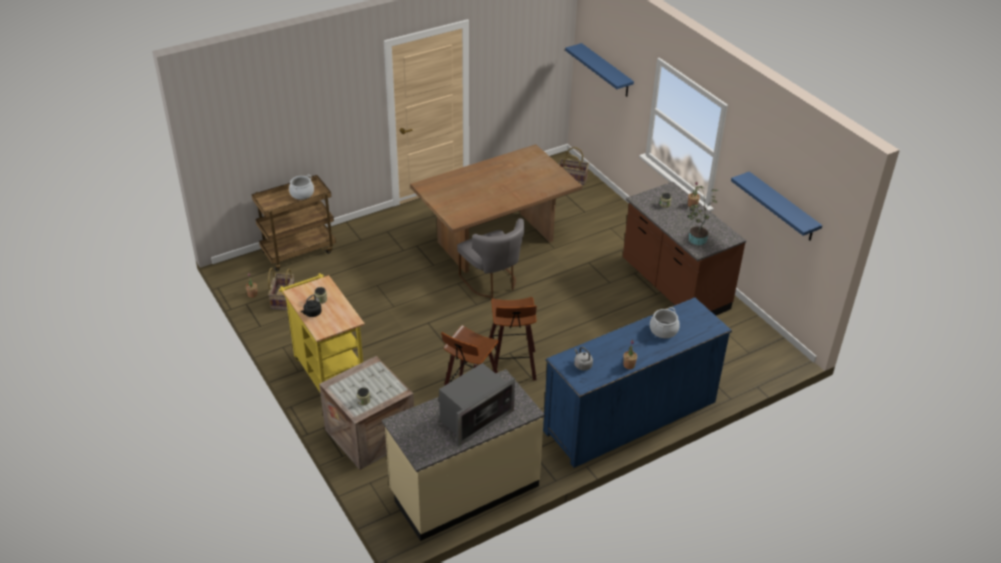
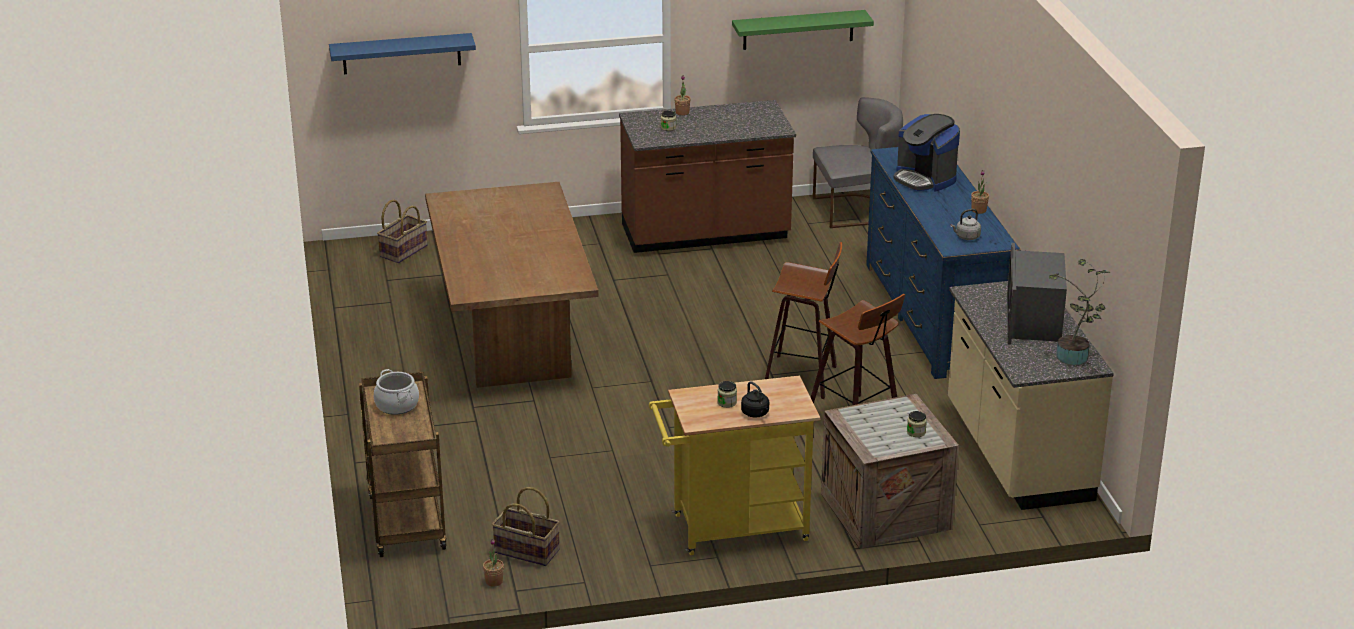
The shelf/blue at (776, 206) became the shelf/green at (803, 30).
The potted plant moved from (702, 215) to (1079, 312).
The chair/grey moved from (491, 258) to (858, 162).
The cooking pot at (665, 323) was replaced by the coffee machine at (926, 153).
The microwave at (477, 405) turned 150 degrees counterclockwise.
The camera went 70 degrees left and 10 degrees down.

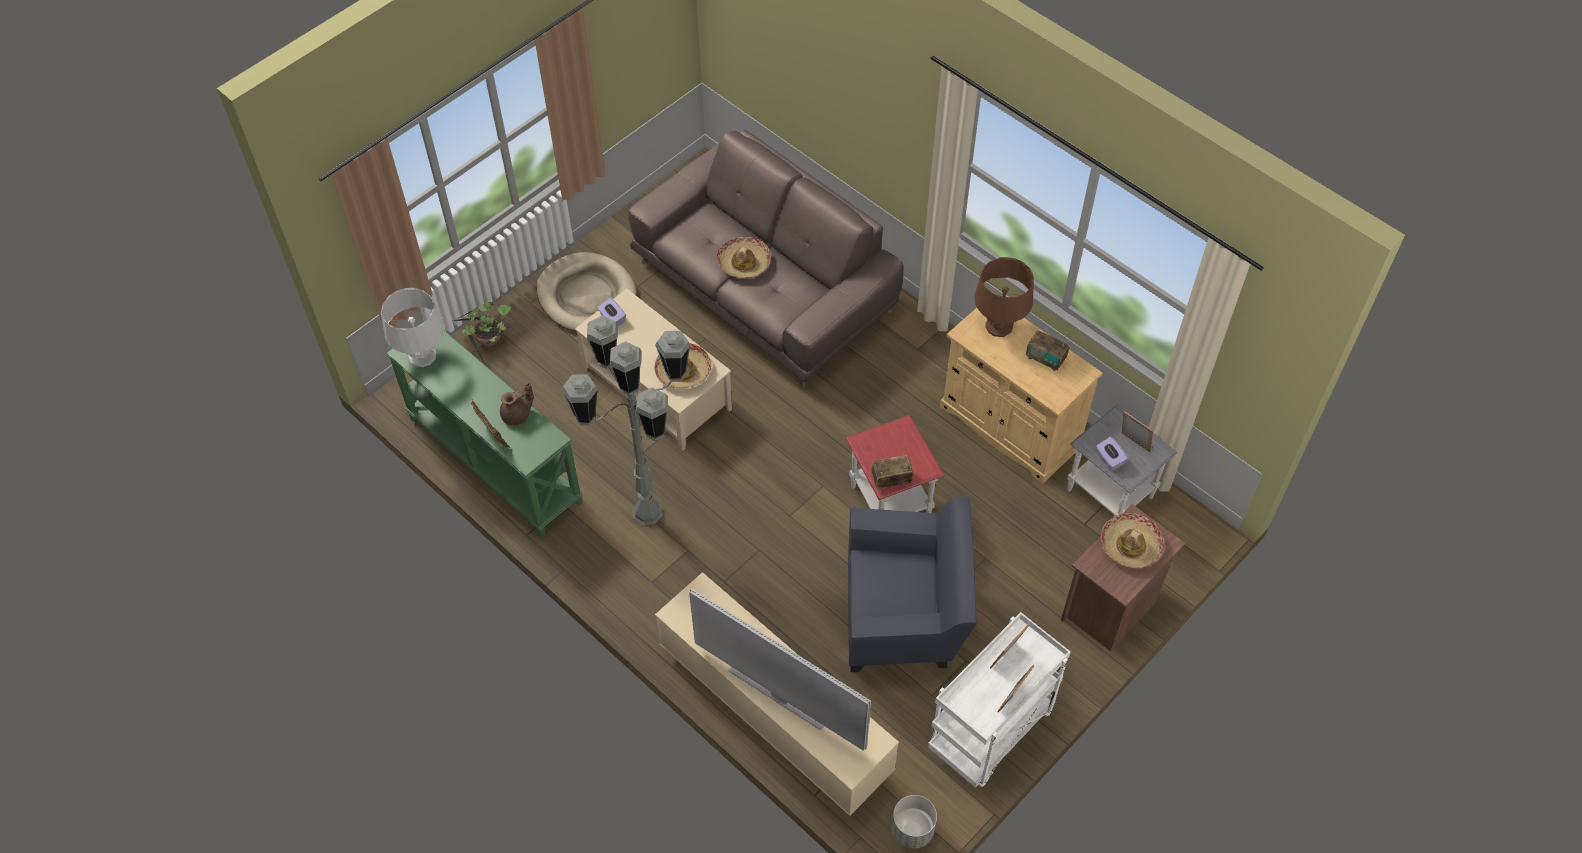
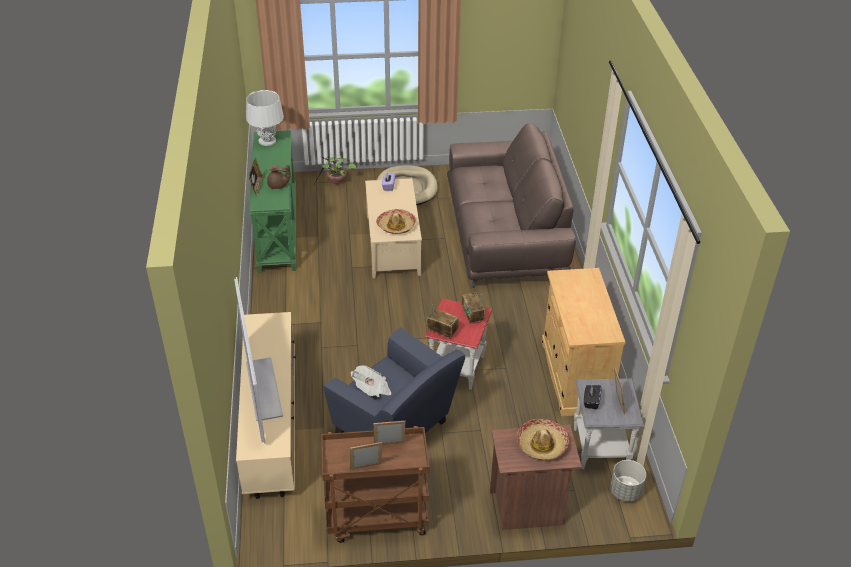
The hat at (744, 258) disappeared.
The table lamp/brown at (1004, 297) disappeared.
The floor lamp/grey at (626, 420) disappeared.
The radio moved from (1047, 350) to (473, 308).
The tissue box/purple at (1111, 453) became the tissue box/black at (592, 397).
The cart/white at (999, 699) became the cart/brown at (375, 484).
The planter/grey moved from (914, 822) to (628, 481).
The newspaper at (371, 381) appeared.
The camera went 40 degrees right and 15 degrees down.

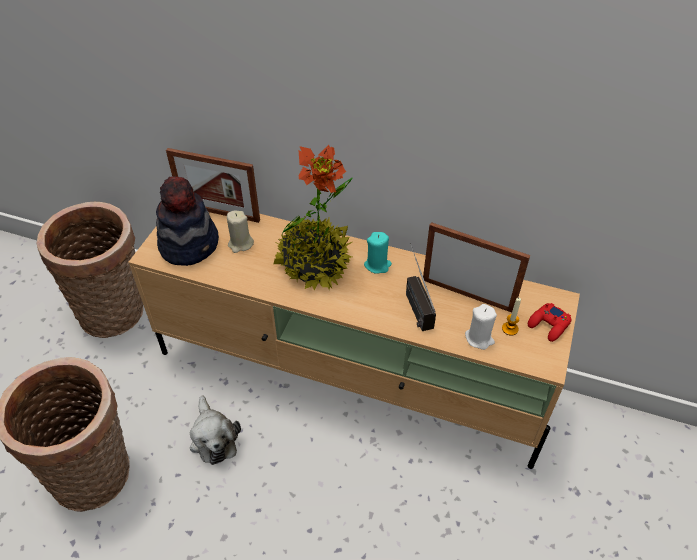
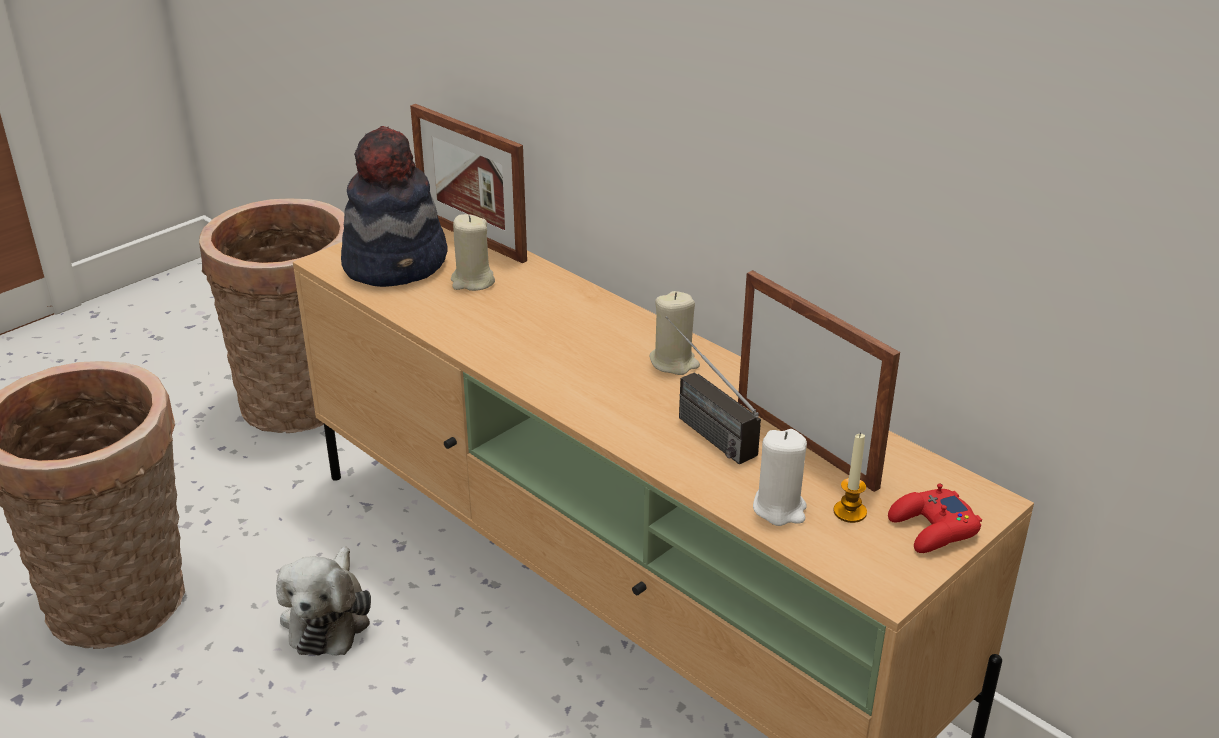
The potted plant at (313, 217) disappeared.
The candle/turquoise at (378, 253) became the candle/beige at (675, 333).
The radio at (421, 287) turned 45 degrees counterclockwise.
The camera went 25 degrees right and 15 degrees down.

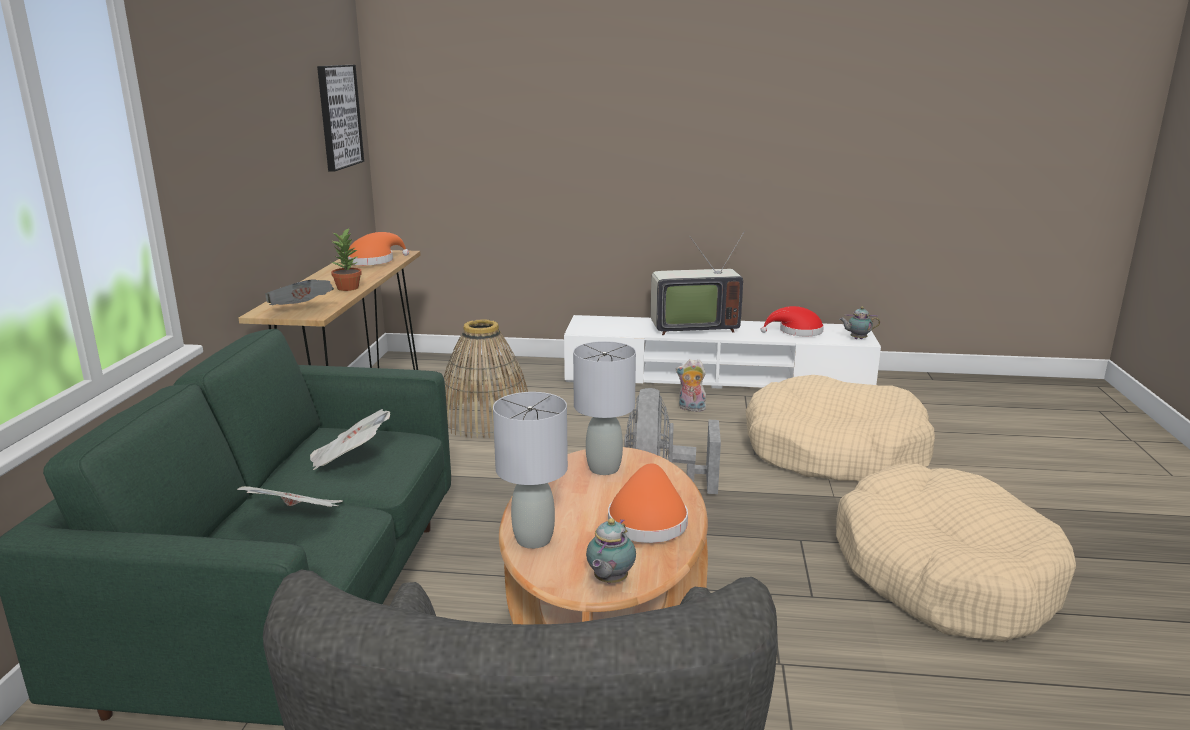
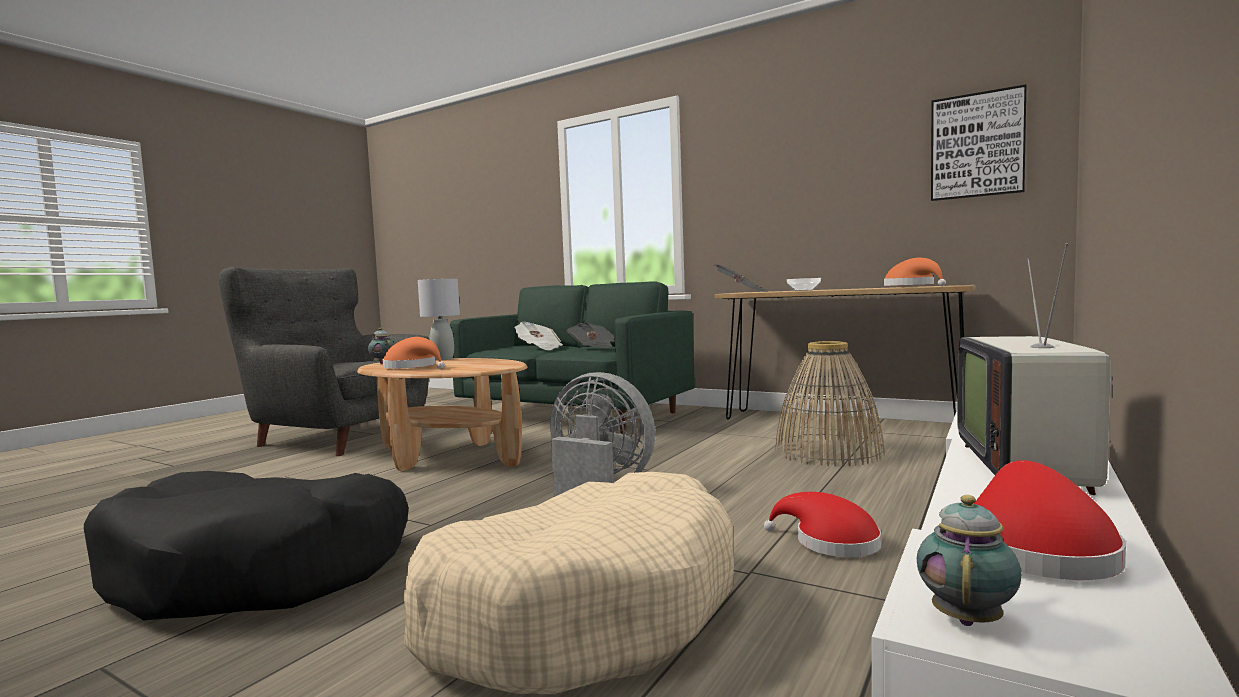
The potted plant at (346, 259) was replaced by the bowl at (804, 284).
The table lamp/grey at (604, 408) disappeared.
The plush toy at (691, 385) was replaced by the hat/red at (823, 524).
The dog bed/beige at (956, 553) became the dog bed/black at (246, 546).
The camera went 115 degrees right and 15 degrees down.

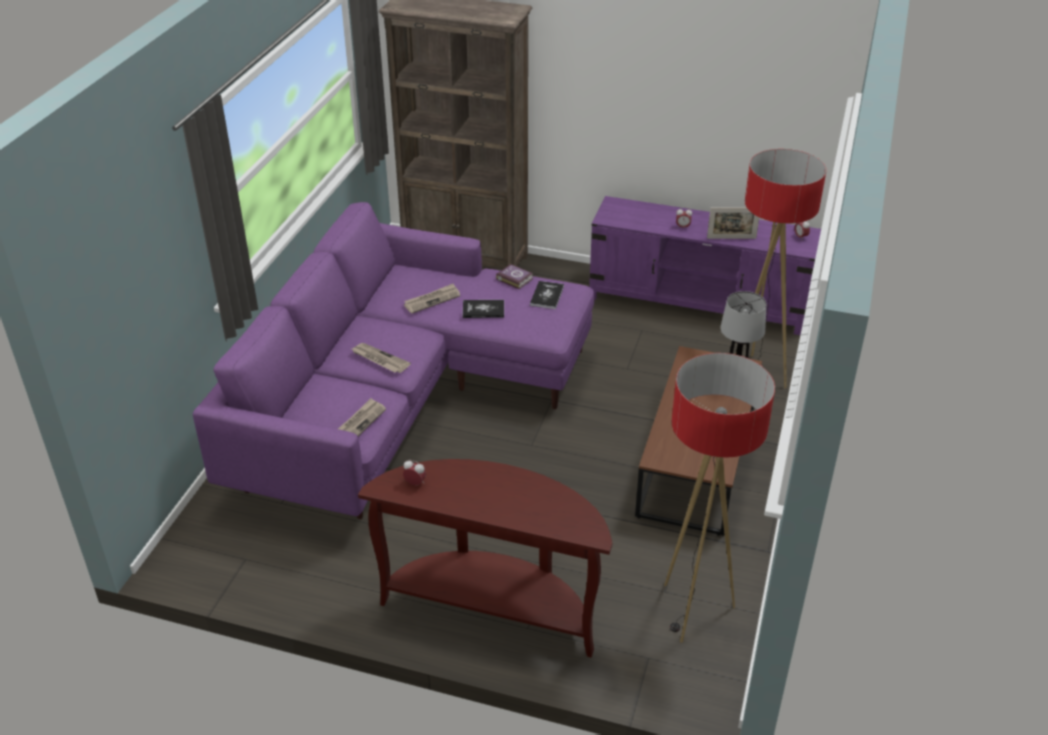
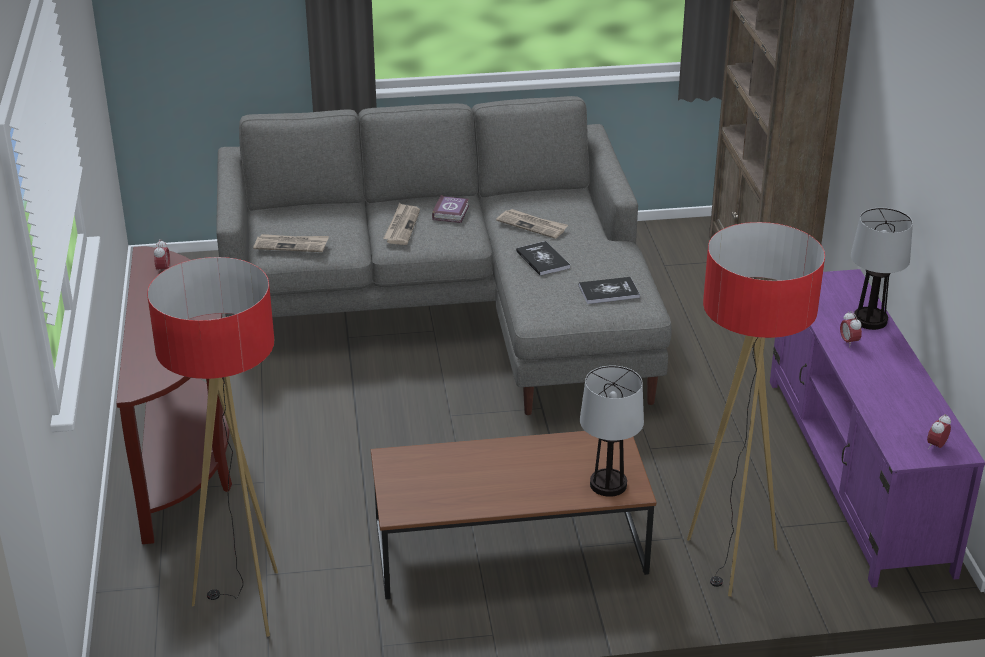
The sofa/purple at (394, 360) became the sofa/grey at (444, 255).
The picture frame at (733, 223) disappeared.
The book moved from (514, 276) to (450, 209).
The table lamp at (882, 269) appeared.
The camera went 65 degrees right and 5 degrees down.

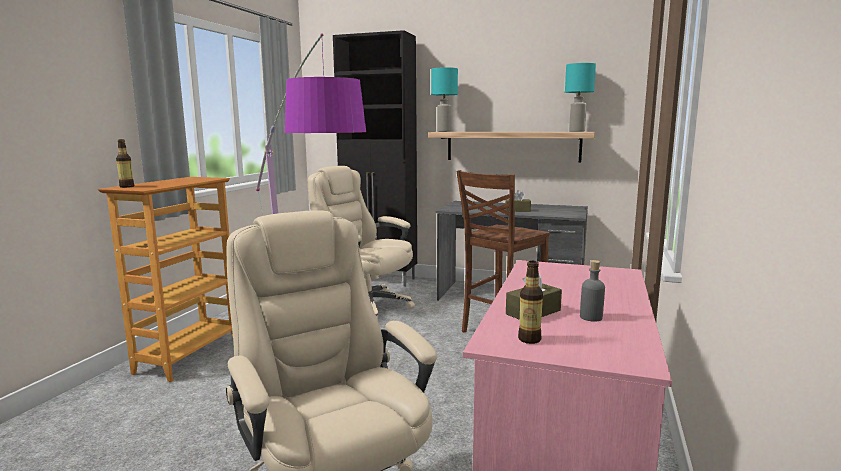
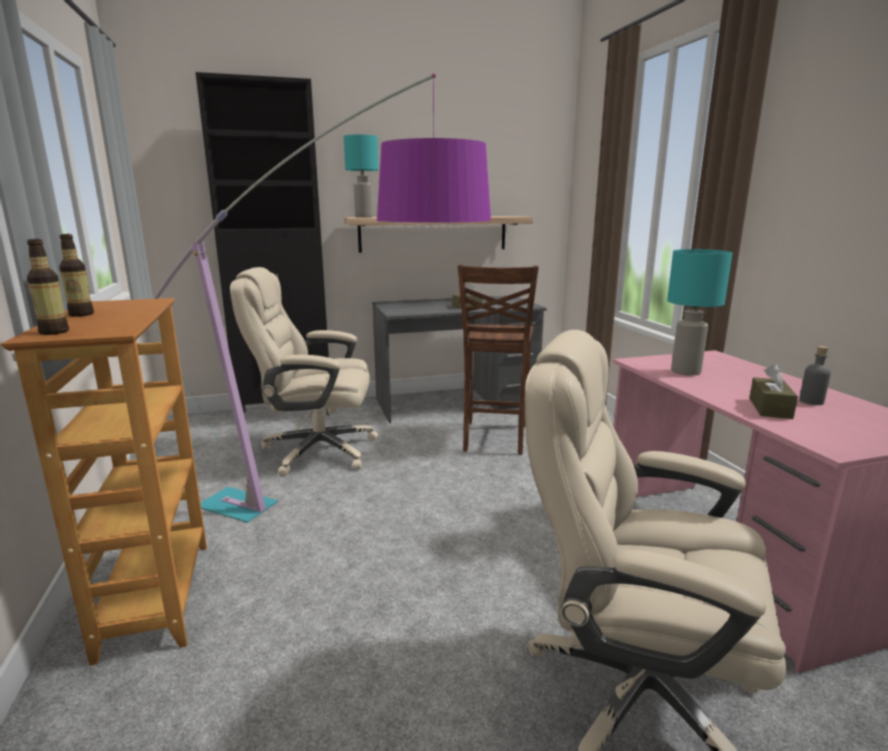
The table lamp/turquoise moved from (580, 97) to (699, 312).
The bottle moved from (530, 302) to (76, 275).
The camera went 35 degrees left and 5 degrees up.

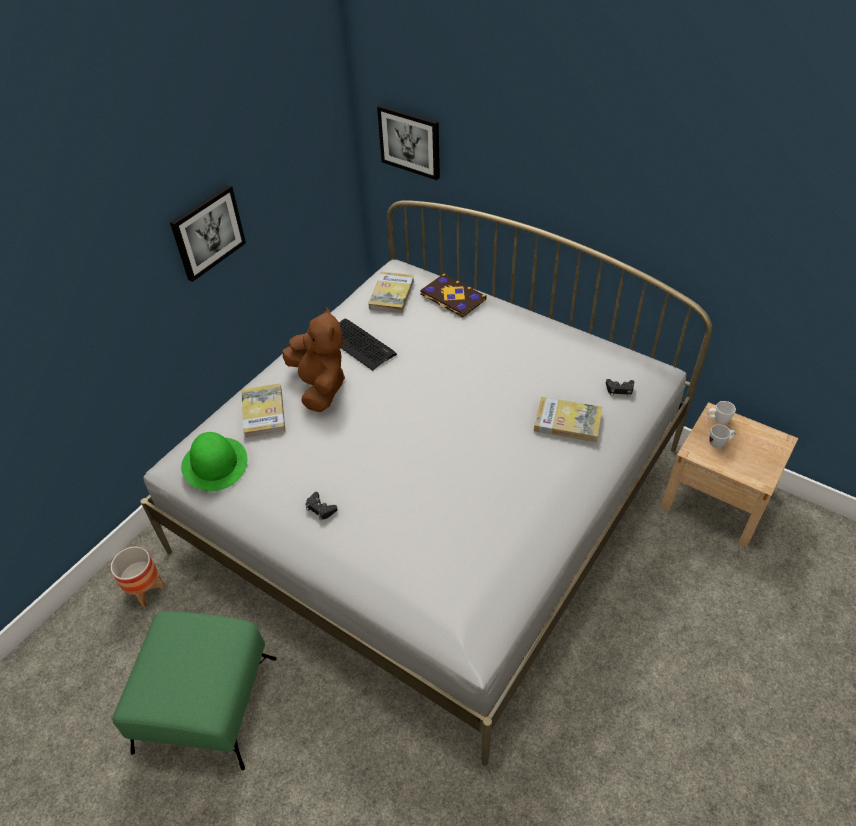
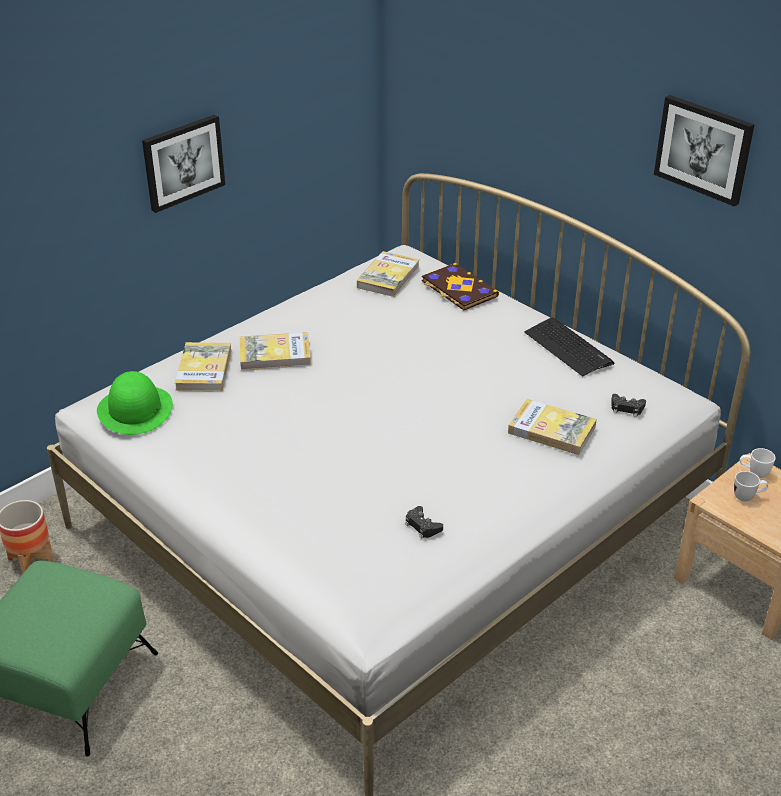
The picture moved from (408, 142) to (704, 151).
The plush toy/brown at (314, 359) was replaced by the book at (275, 351).
The keyboard moved from (368, 345) to (569, 347).
The game controller/black moved from (321, 506) to (424, 522).
The camera went 10 degrees right and 10 degrees down.

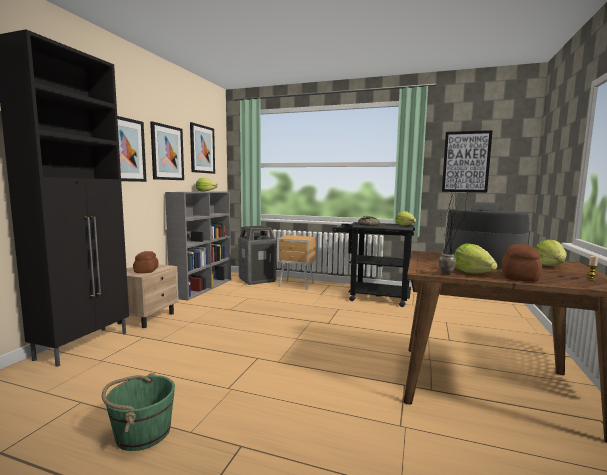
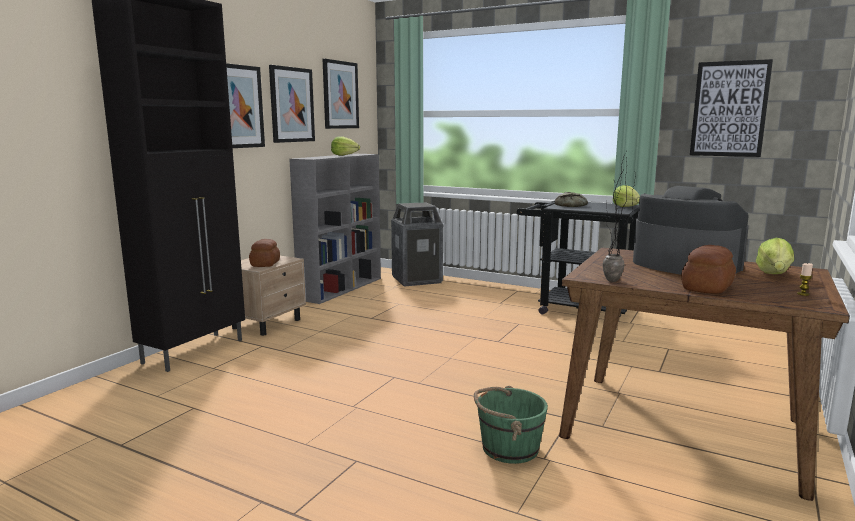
The nightstand/brown at (296, 262) disappeared.
The lettuce at (476, 258) disappeared.
The bucket/green moved from (138, 412) to (511, 425).
The camera went 10 degrees right and 5 degrees up.

